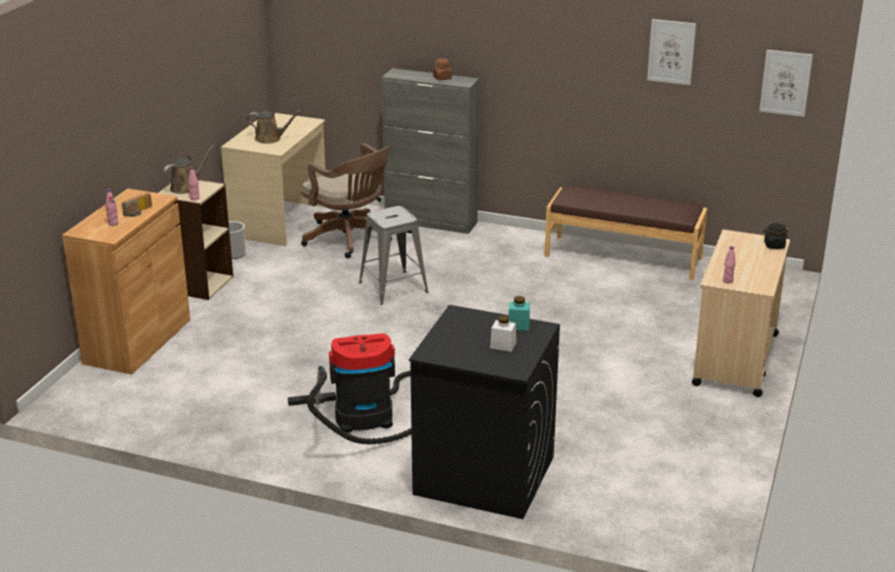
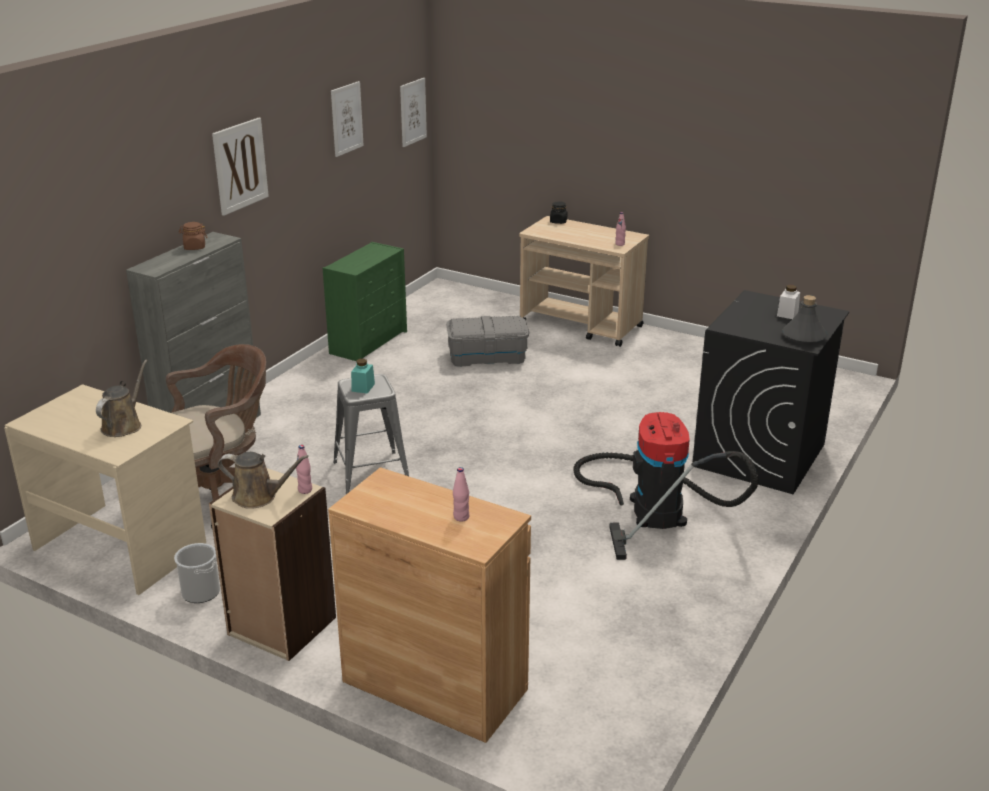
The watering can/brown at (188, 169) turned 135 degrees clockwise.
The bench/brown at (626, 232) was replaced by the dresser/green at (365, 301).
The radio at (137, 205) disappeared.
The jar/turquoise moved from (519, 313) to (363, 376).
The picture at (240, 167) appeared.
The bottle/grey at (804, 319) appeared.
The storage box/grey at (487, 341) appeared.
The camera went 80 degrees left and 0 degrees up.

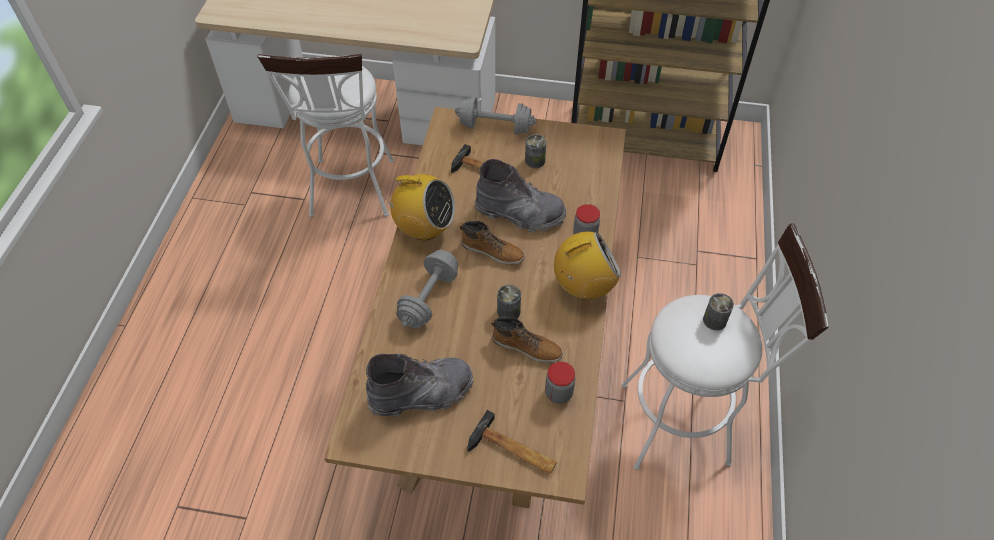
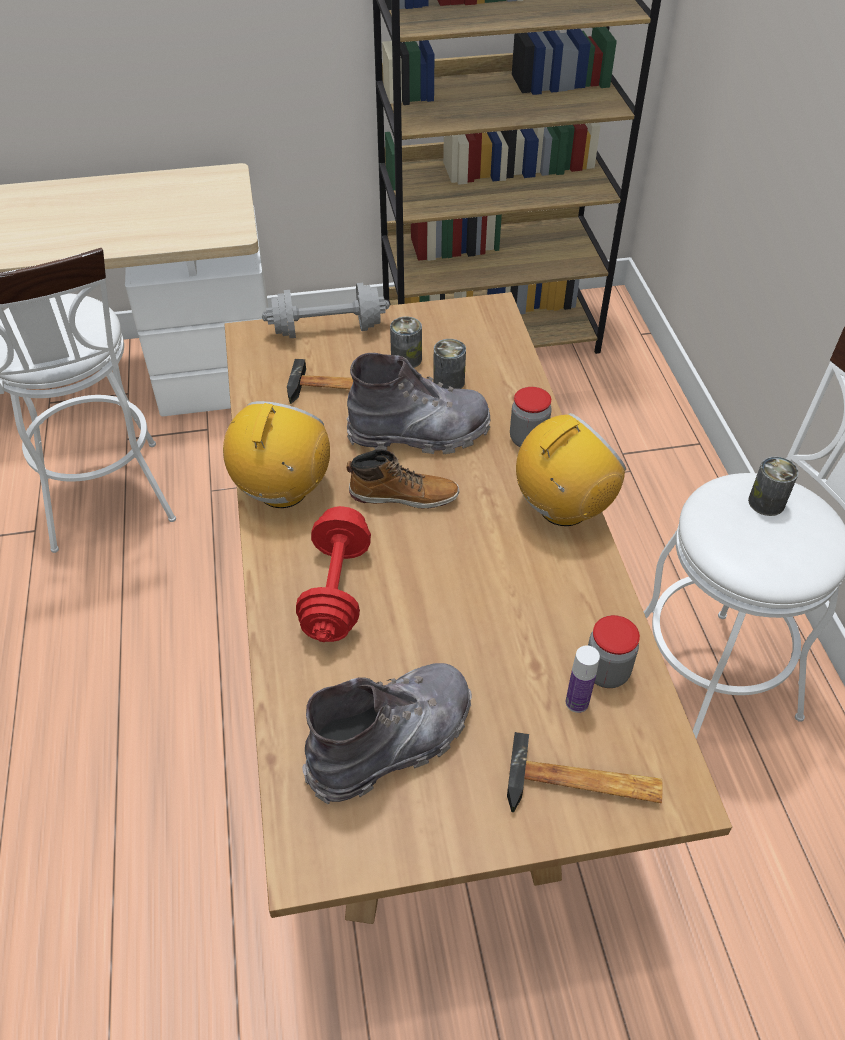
The radio at (418, 207) turned 75 degrees counterclockwise.
The dumbbell/grey at (427, 289) became the dumbbell/red at (333, 574).
The can moved from (509, 301) to (449, 364).
The boot at (527, 340) disappeared.
The bottle at (583, 679) appeared.
The camera went 20 degrees left and 5 degrees down.

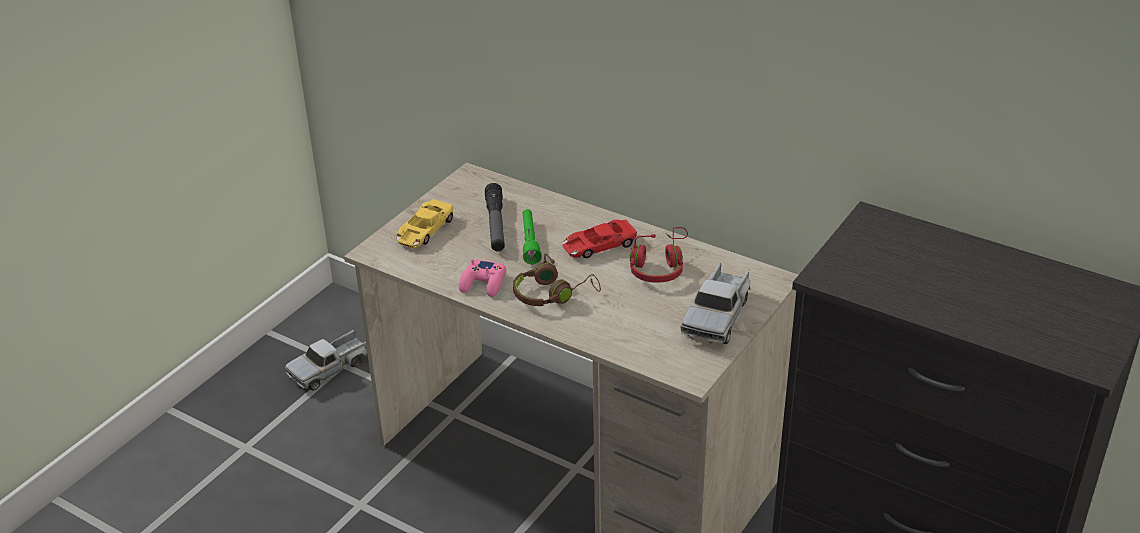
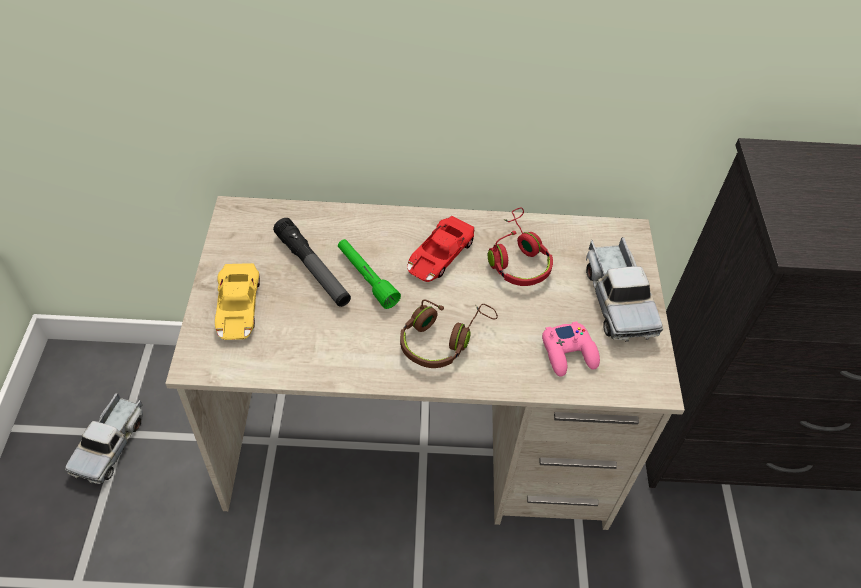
The game controller/pink moved from (482, 278) to (571, 349).
The camera went 35 degrees left and 15 degrees up.

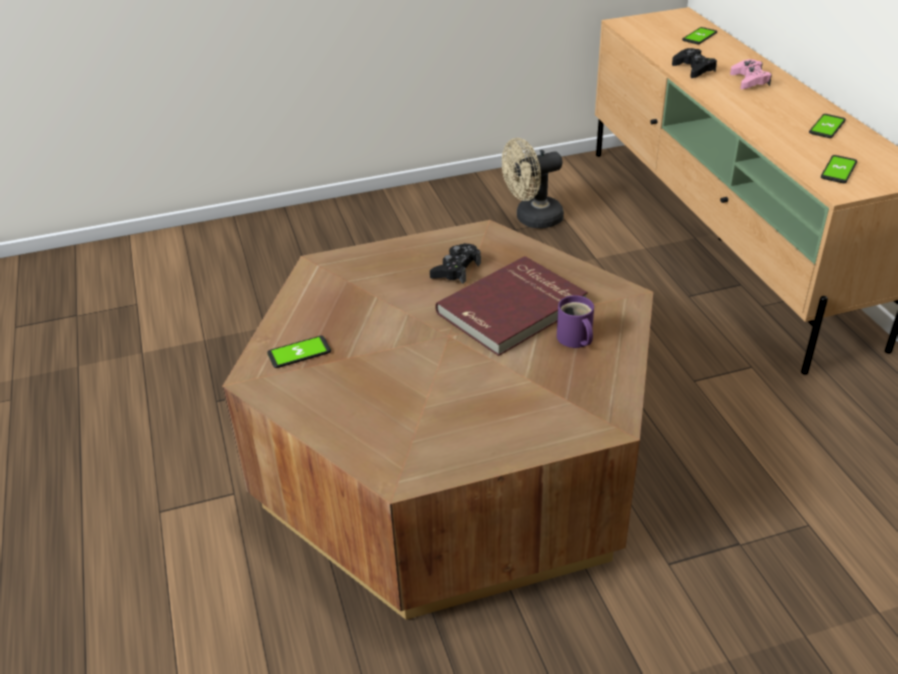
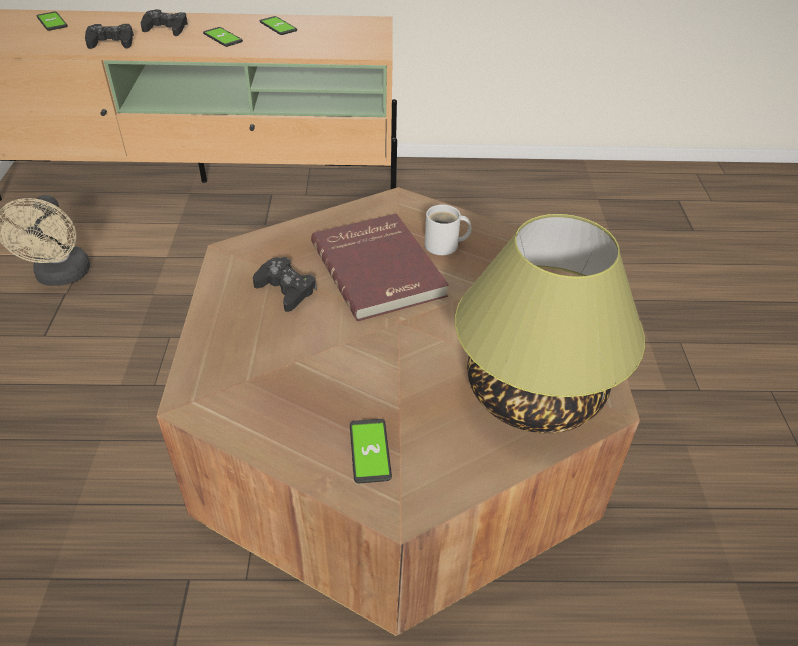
The game controller/pink at (751, 74) became the game controller/black at (164, 22).
The phone moved from (839, 169) to (223, 37).
The mug/purple at (575, 321) became the mug/white at (448, 230).
The table lamp at (550, 323) appeared.
The camera went 75 degrees left and 5 degrees up.

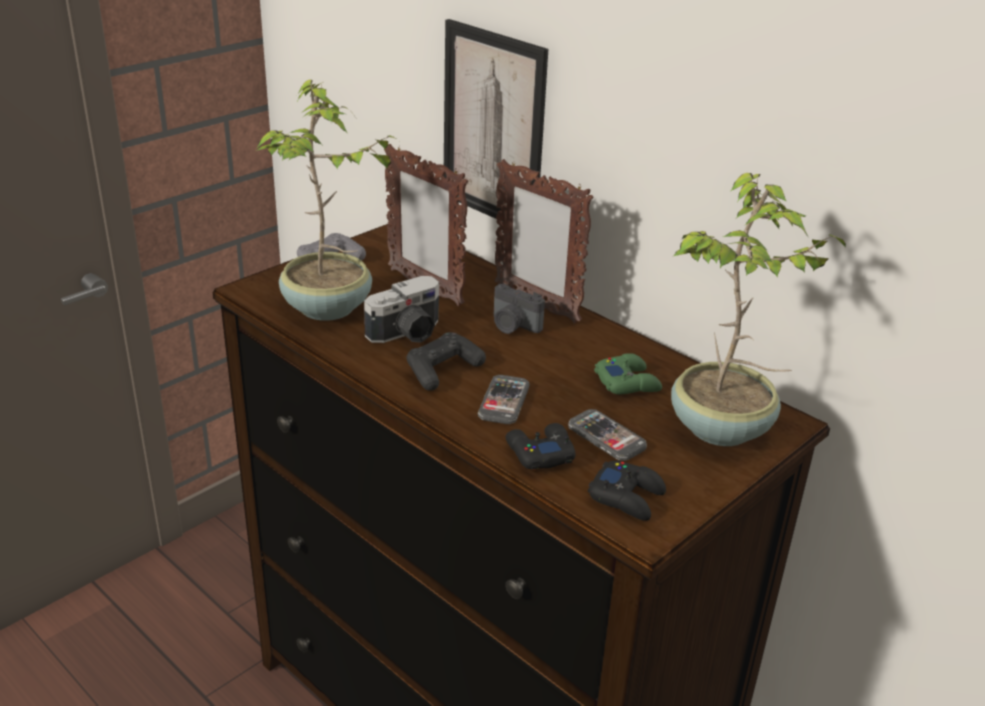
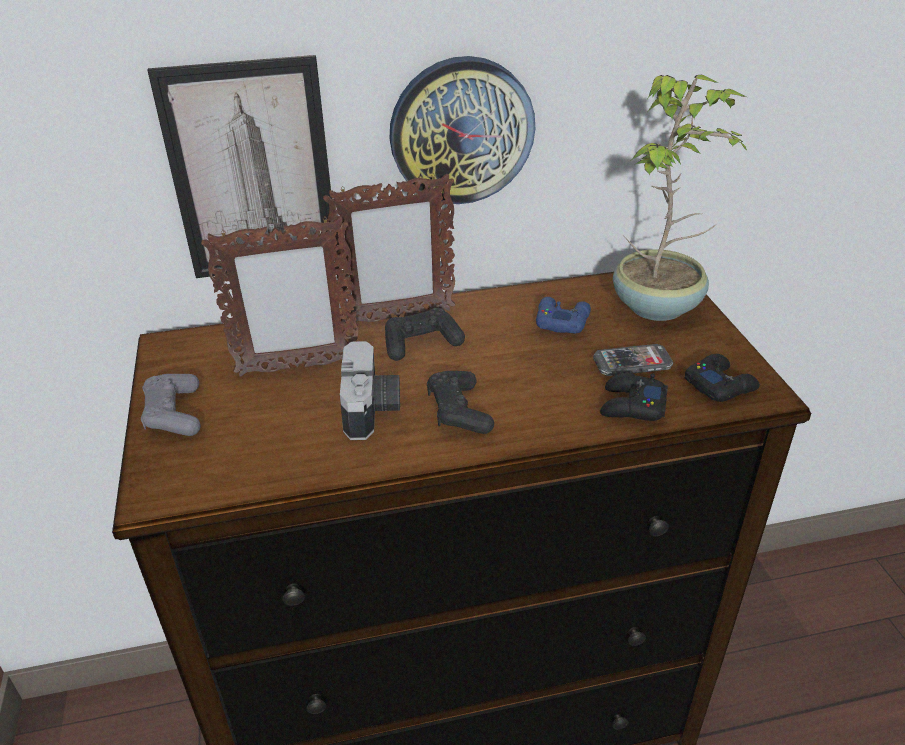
The potted plant at (330, 200) disappeared.
The photo camera at (519, 309) was replaced by the game controller/black at (425, 334).
The game controller/green at (628, 374) became the game controller/blue at (563, 315).
The phone at (504, 399) disappeared.
The wall clock at (462, 130) appeared.
The camera went 55 degrees left and 5 degrees up.

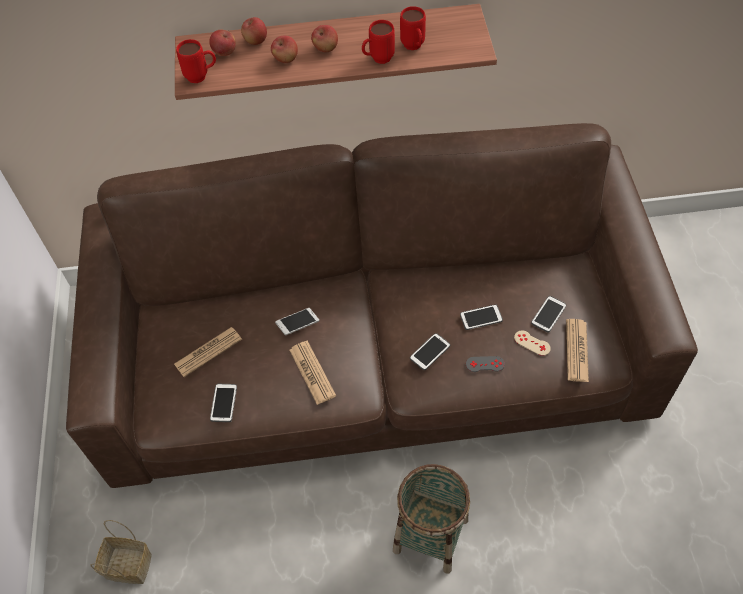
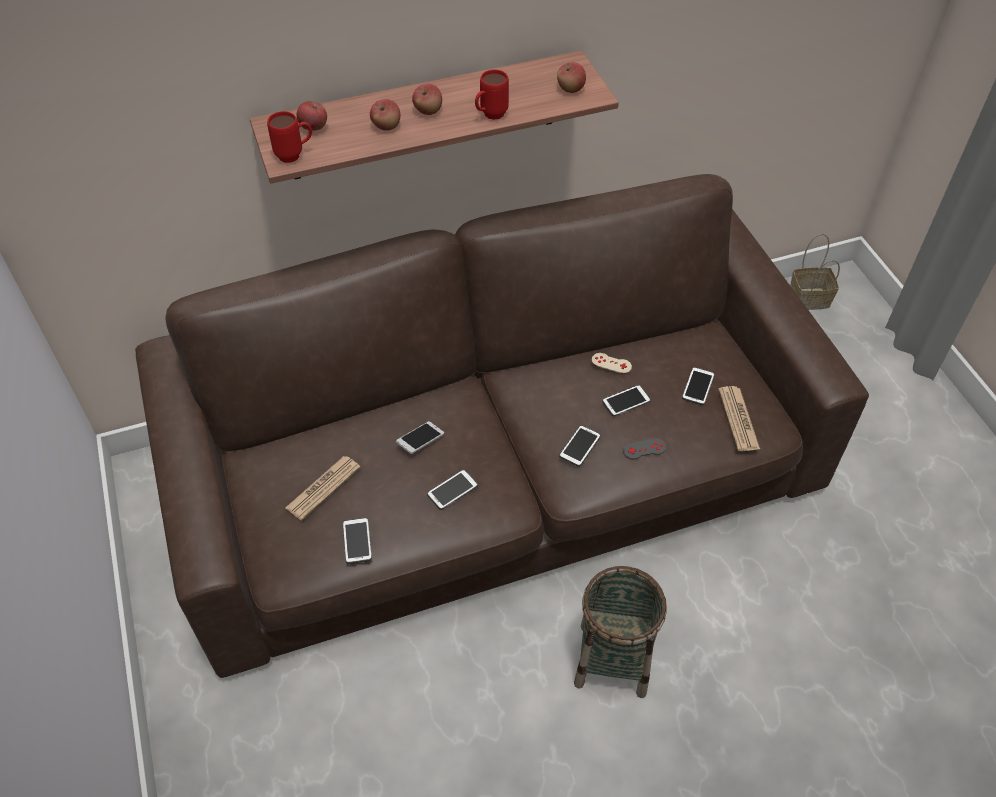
The mug/red at (413, 28) disappeared.
The apple moved from (254, 31) to (571, 77).
The game controller/beige moved from (532, 343) to (612, 363).
The newspaper at (312, 372) was replaced by the phone at (452, 489).
The basket moved from (121, 552) to (815, 272).
The camera went 15 degrees left and 5 degrees down.

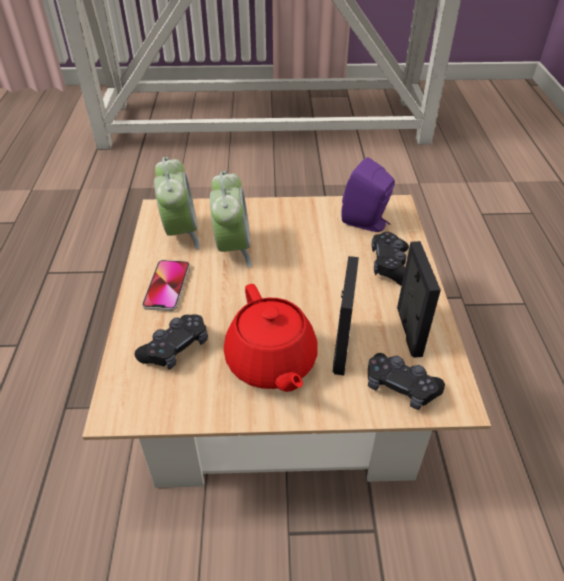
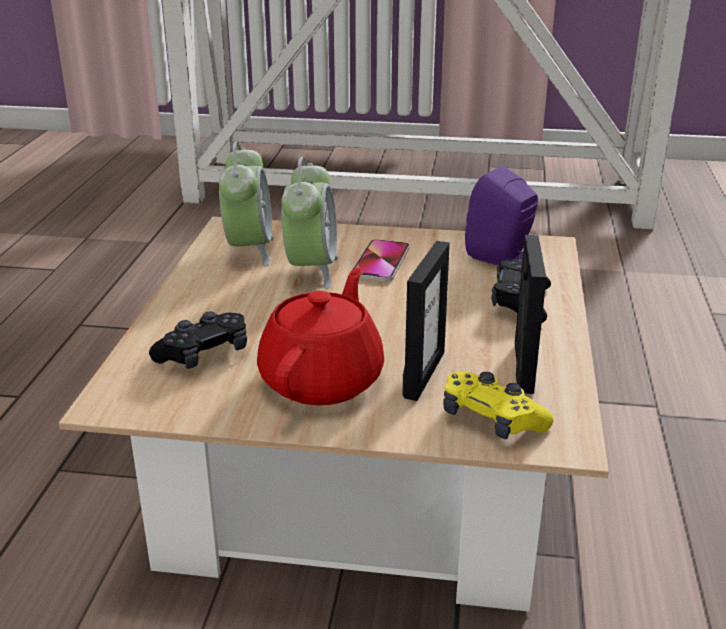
The phone moved from (166, 285) to (380, 260).
The teapot/red at (271, 338) turned 150 degrees counterclockwise.
The game controller/black at (406, 381) became the game controller/yellow at (498, 406).
The camera went 10 degrees right and 15 degrees down.

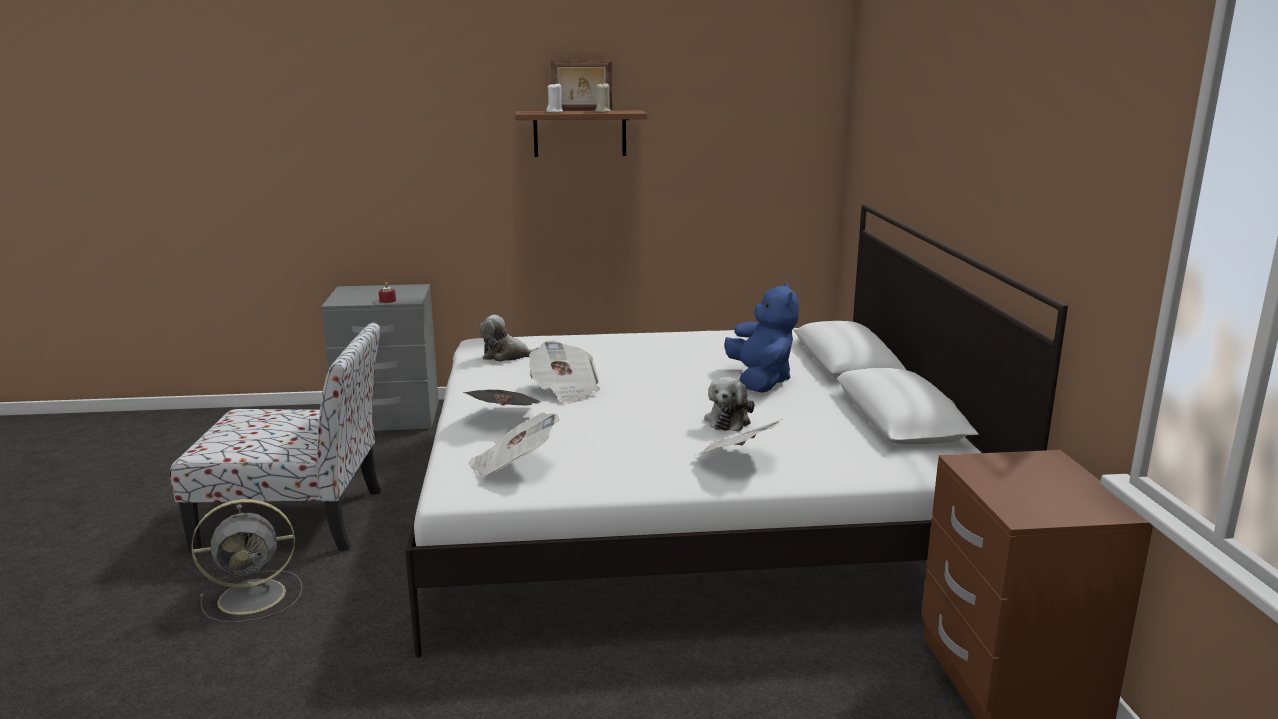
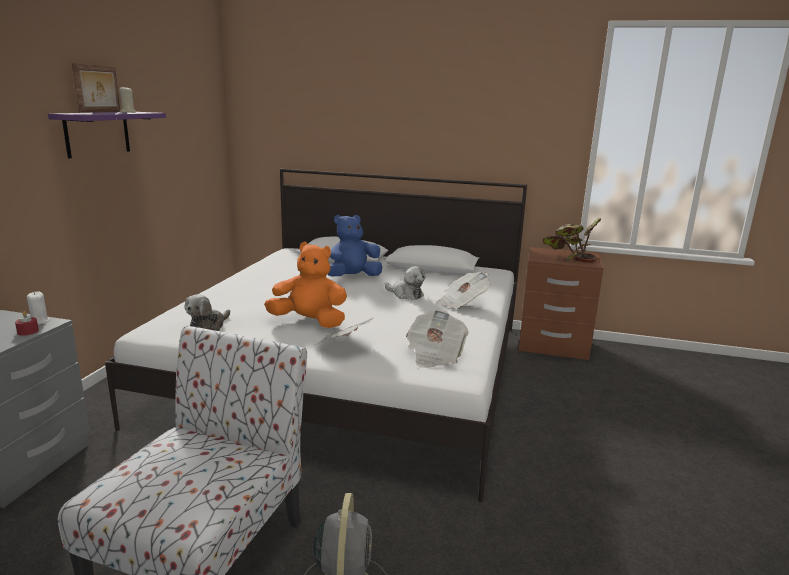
The candle/white moved from (554, 97) to (38, 308).
The shelf/brown at (581, 133) became the shelf/purple at (107, 135).
The plush toy/blue at (761, 337) turned 45 degrees counterclockwise.
The newspaper at (564, 372) was replaced by the plush toy/orange at (305, 285).
The potted plant at (572, 240) appeared.
The camera went 70 degrees left and 0 degrees up.

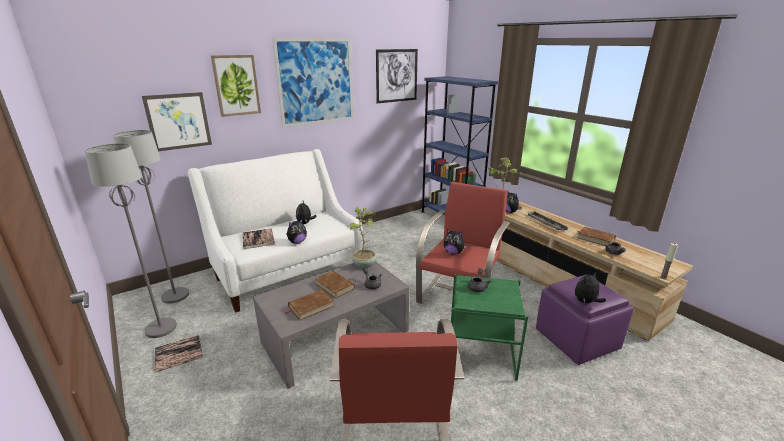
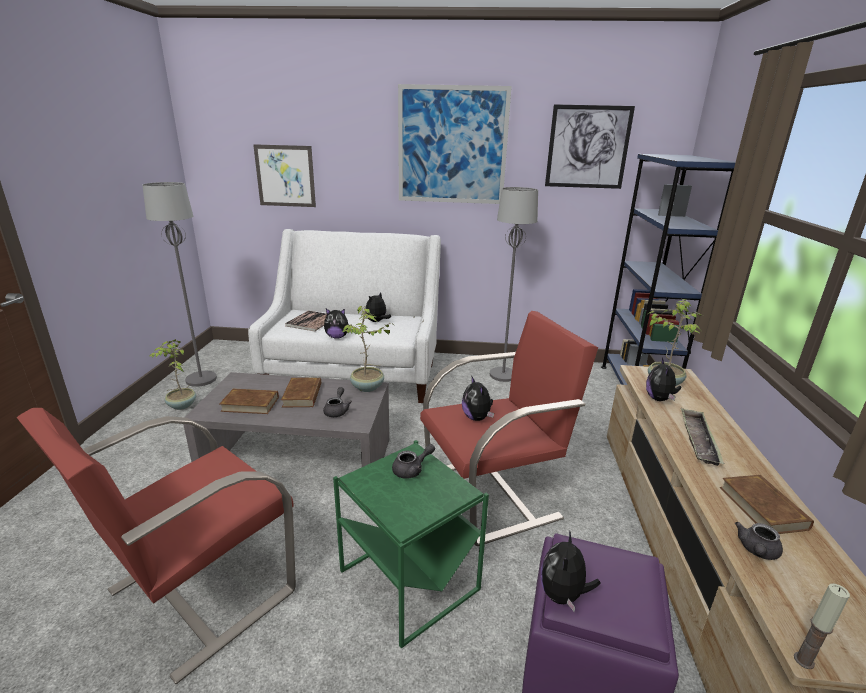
The picture at (236, 86) disappeared.
The floor lamp/grey moved from (151, 217) to (514, 284).
The plush toy at (590, 287) turned 75 degrees counterclockwise.
The book at (179, 353) was replaced by the potted plant at (172, 374).
The camera went 40 degrees right and 0 degrees up.

